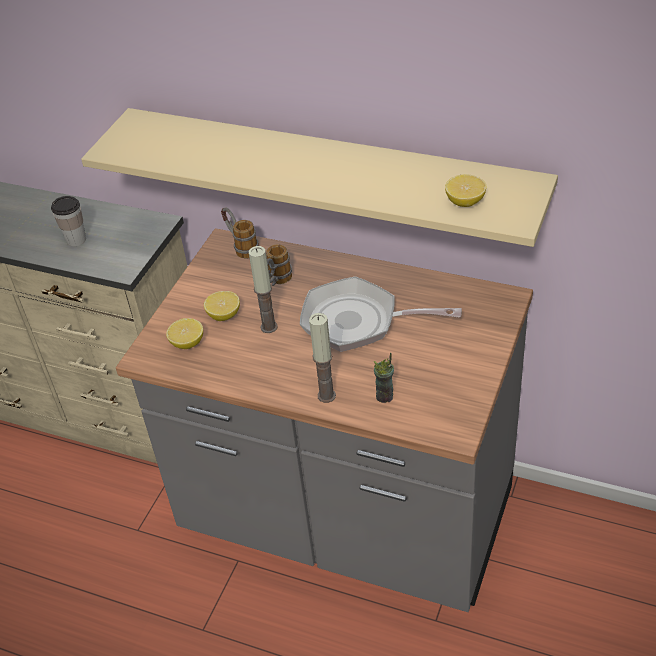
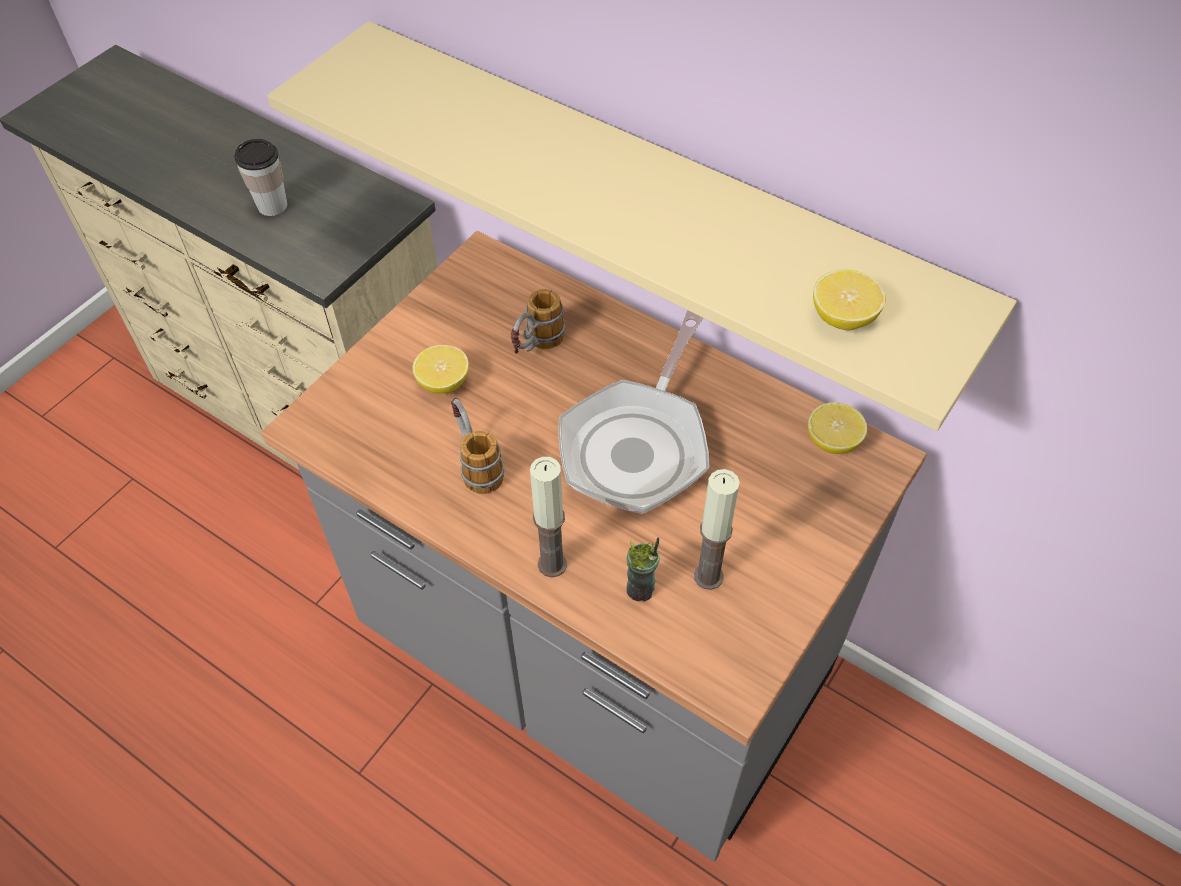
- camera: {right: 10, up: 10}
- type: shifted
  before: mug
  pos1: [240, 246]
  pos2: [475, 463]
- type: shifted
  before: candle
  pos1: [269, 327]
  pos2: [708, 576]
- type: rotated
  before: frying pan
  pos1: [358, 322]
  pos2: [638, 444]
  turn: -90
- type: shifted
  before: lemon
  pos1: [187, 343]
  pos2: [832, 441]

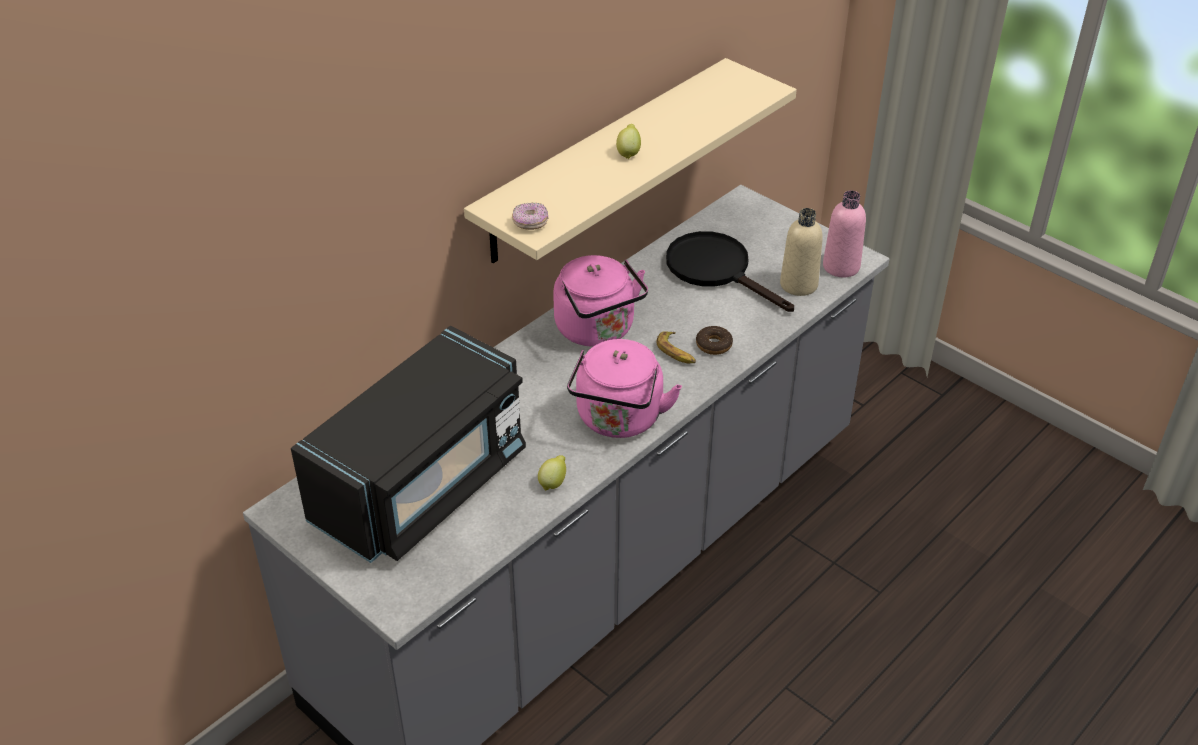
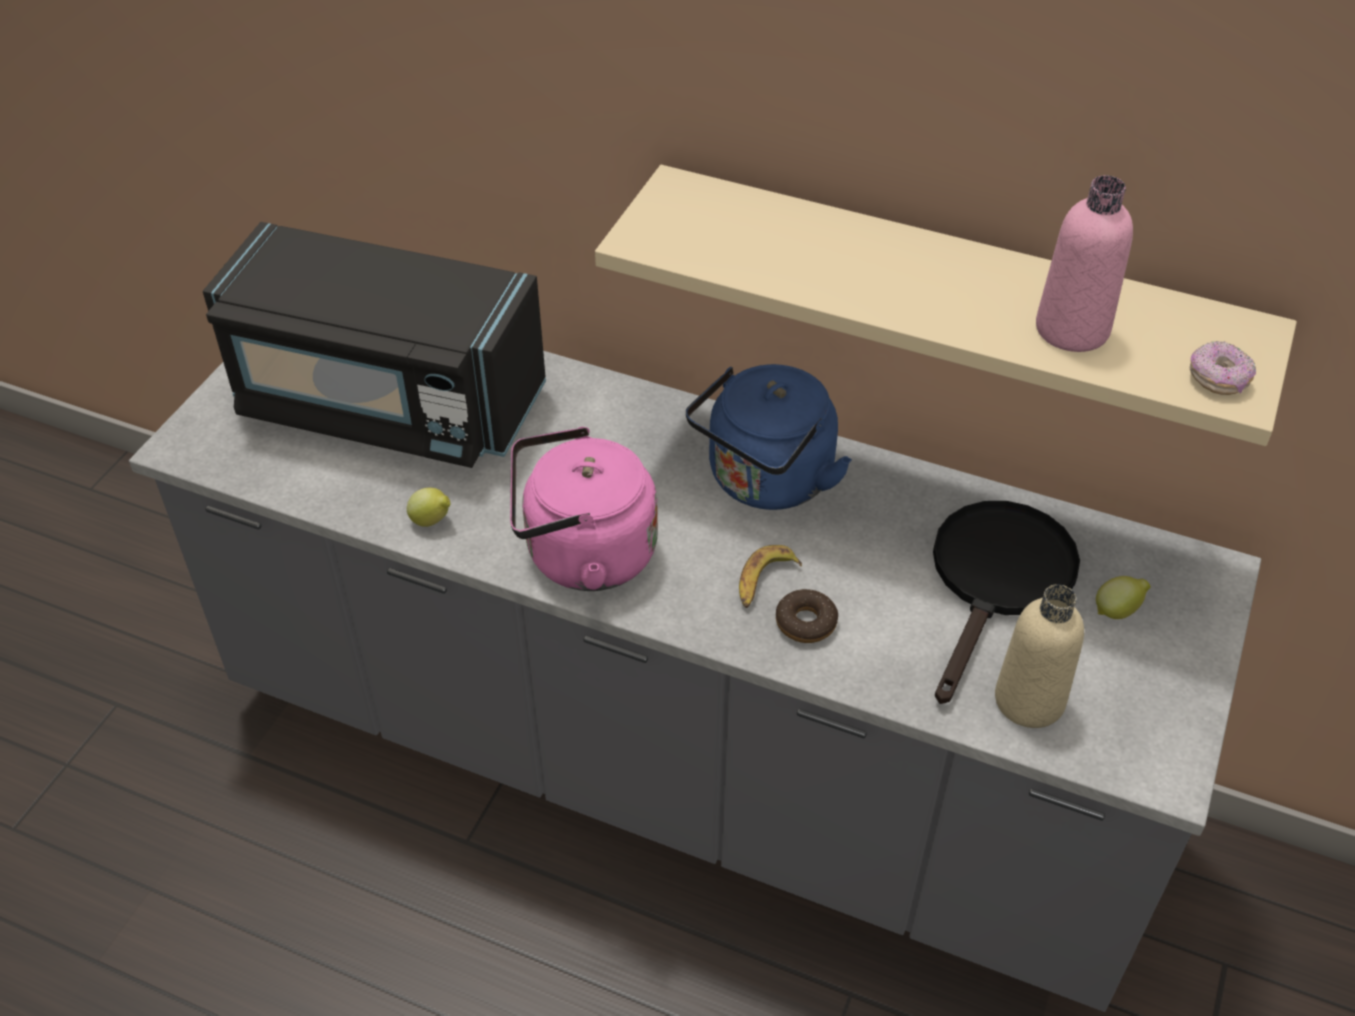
- camera: {right: 70, up: 5}
- type: shifted
  before: lemon
  pos1: [628, 153]
  pos2: [1117, 611]
- type: shifted
  before: pink bottle
  pos1: [841, 266]
  pos2: [1072, 329]
- type: shifted
  before: donut
  pos1: [530, 223]
  pos2: [1218, 379]
- type: repainted
  before: pink kettle
  after: blue kettle
  pos1: [598, 331]
  pos2: [766, 482]

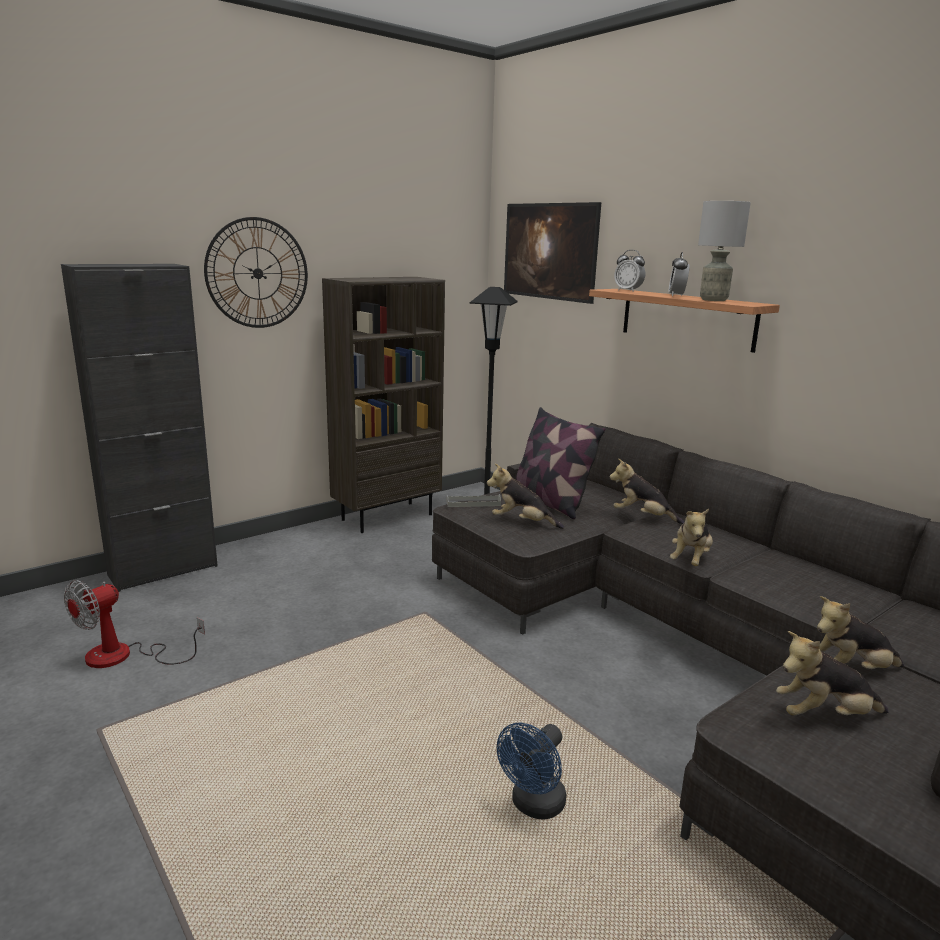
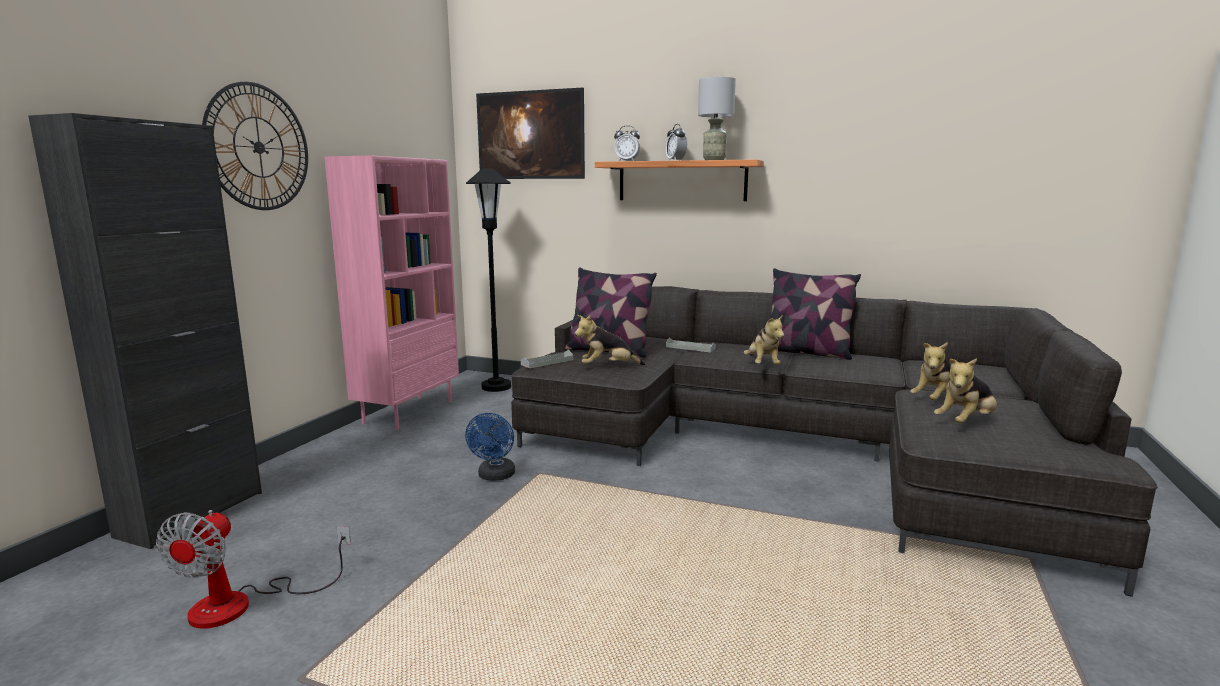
- camera: {right: -30, up: -5}
- type: repainted
  before: brown bookcase
  after: pink bookcase
  pos1: [387, 516]
  pos2: [408, 412]
- type: swapped
  before: plush toy
  after: grey tray
  pos1: [642, 517]
  pos2: [690, 348]
- type: shifted
  before: blue fan
  pos1: [533, 806]
  pos2: [495, 476]
- type: new
  after: pillow
  pos2: [806, 352]

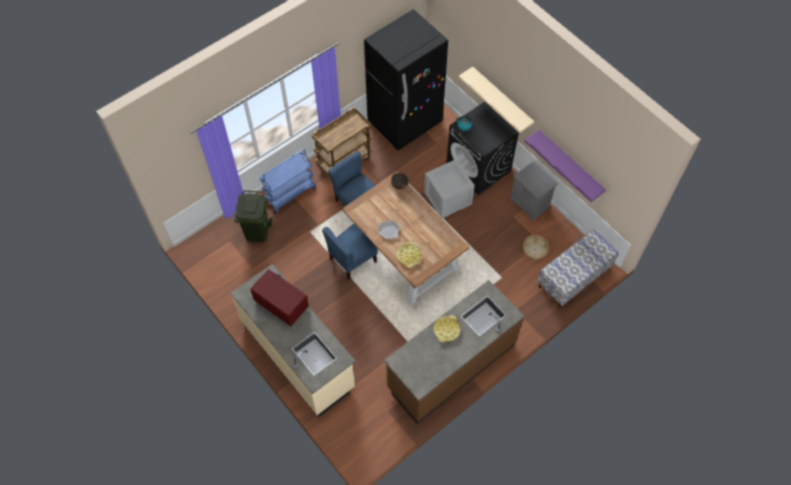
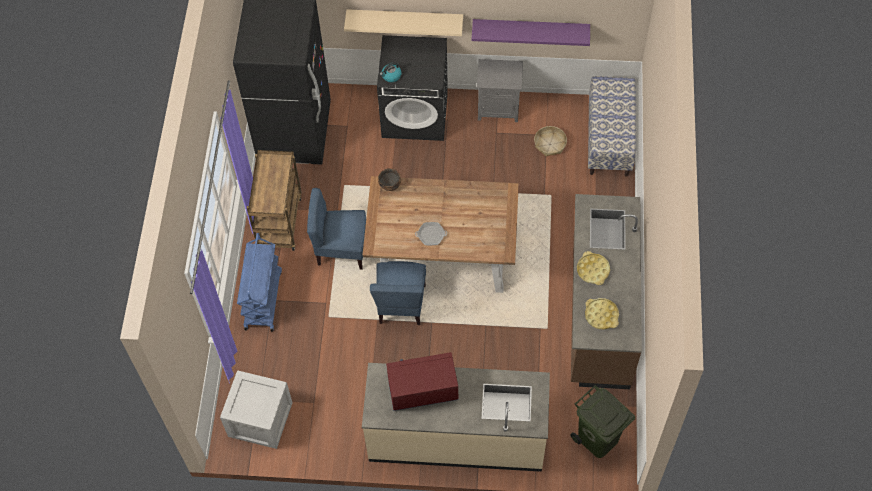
- camera: {right: -45, up: 0}
- type: shifted
  before: crate
  pos1: [447, 198]
  pos2: [260, 419]
- type: shifted
  before: green trash can
  pos1: [256, 232]
  pos2: [597, 439]
- type: shifted
  before: yellow tray
  pos1: [409, 256]
  pos2: [601, 315]

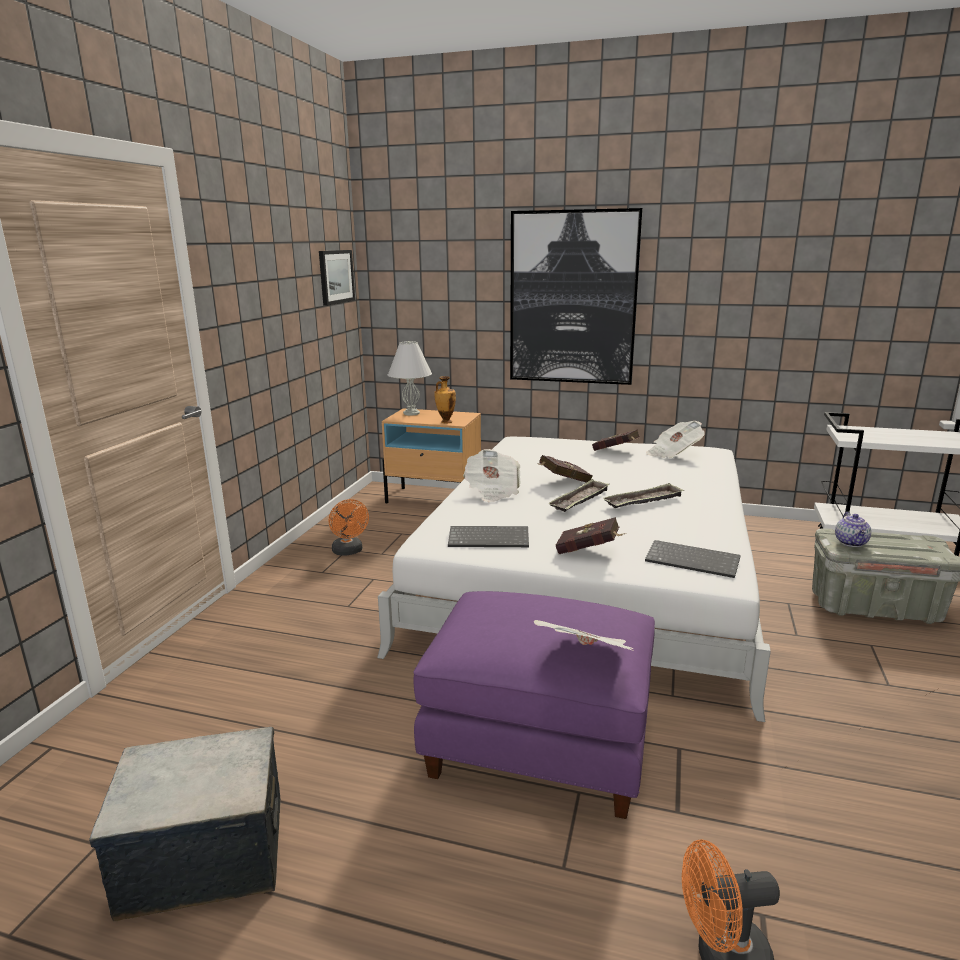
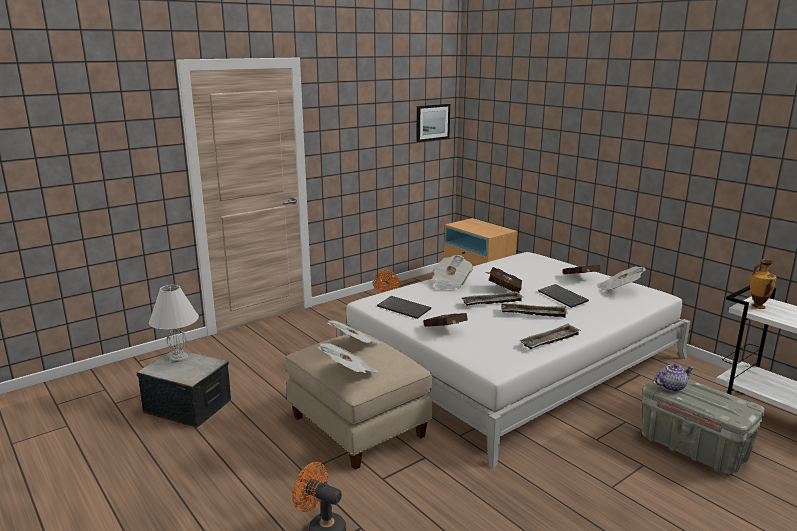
- camera: {right: 35, up: 0}
- type: gone
  before: picture
  pos1: [572, 298]
- type: shifted
  before: white table lamp
  pos1: [411, 413]
  pos2: [178, 358]
- type: shifted
  before: vase
  pos1: [445, 422]
  pos2: [757, 306]
- type: rotated
  before: teapot
  pos1: [851, 543]
  pos2: [671, 386]
  turn: -150
- type: shifted
  before: keyboard
  pos1: [693, 560]
  pos2: [563, 297]
- type: repainted
  before: purple ottoman
  after: beige ottoman
  pos1: [540, 744]
  pos2: [359, 426]
- type: new
  after: newspaper
  pos2: [354, 345]
- type: new
  after: tray
  pos2: [550, 340]

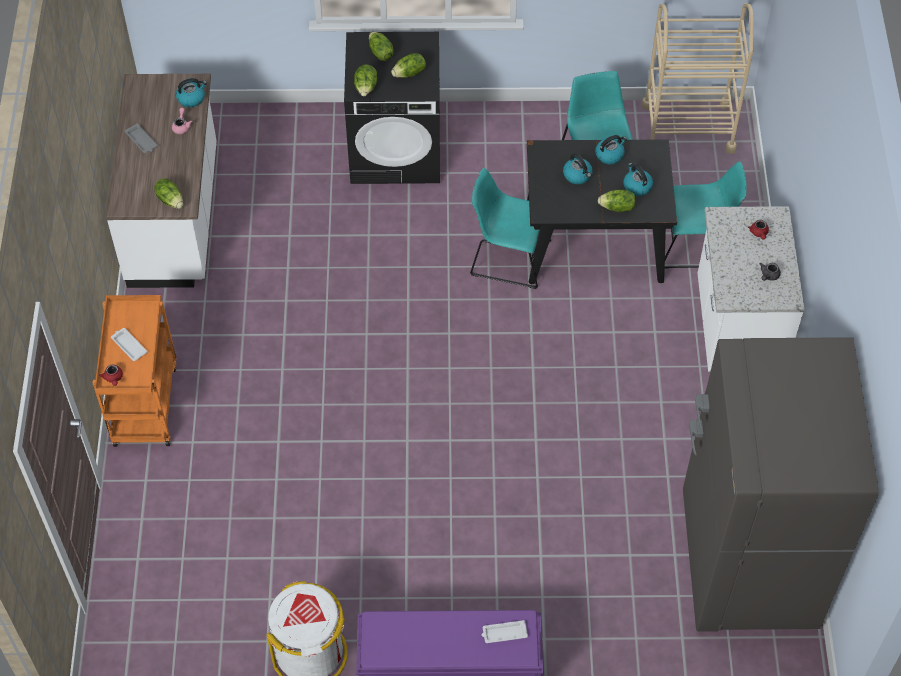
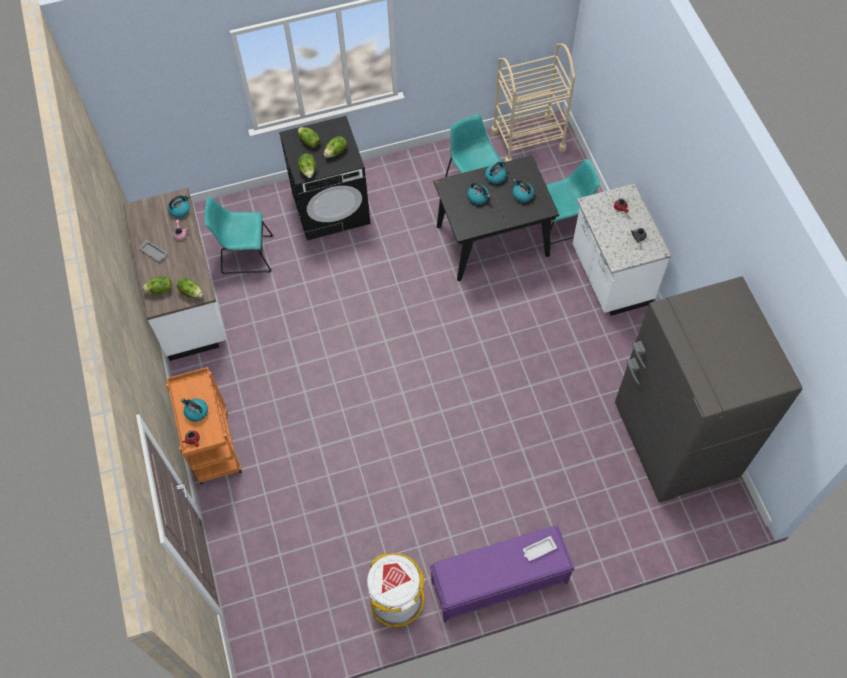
- camera: {right: -15, up: 5}
- type: shifted
  before: turquoise chair
  pos1: [506, 257]
  pos2: [244, 254]
- type: shifted
  before: lettuce
  pos1: [617, 207]
  pos2: [160, 290]
- type: swapped
  before: white tray
  after: kettle
  pos1: [129, 345]
  pos2: [196, 412]

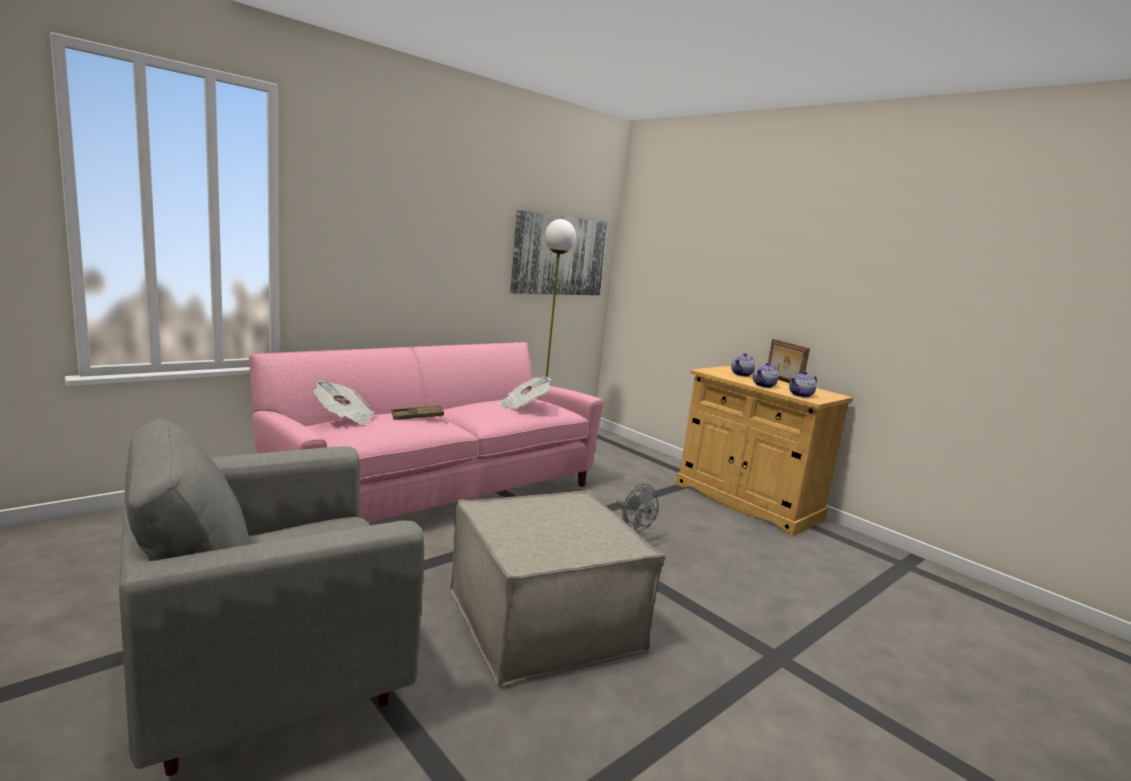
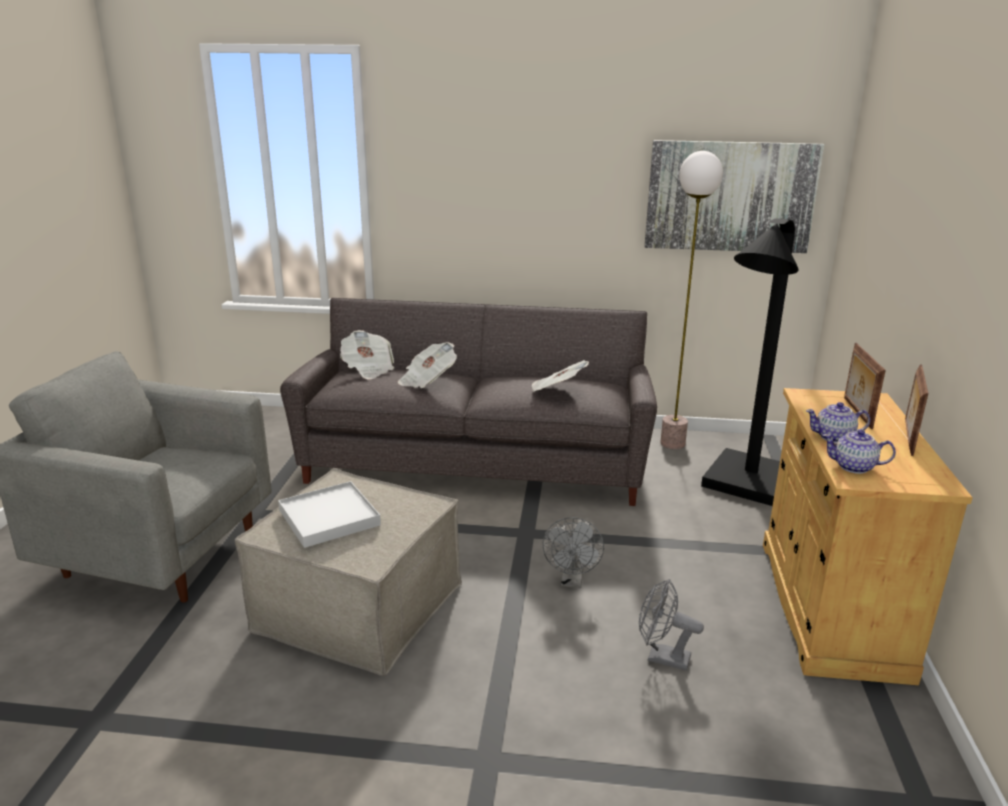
- camera: {right: 50, up: 10}
- type: repainted
  before: pink sofa
  after: grey sofa
  pos1: [435, 491]
  pos2: [476, 460]
- type: swapped
  before: teapot
  after: picture frame
  pos1: [742, 374]
  pos2: [856, 412]
- type: swapped
  before: brown tray
  after: newspaper
  pos1: [417, 416]
  pos2: [427, 380]
- type: new
  after: black floor lamp
  pos2: [745, 487]
- type: new
  after: white tray
  pos2: [329, 518]
- type: new
  after: grey fan
  pos2: [661, 657]

